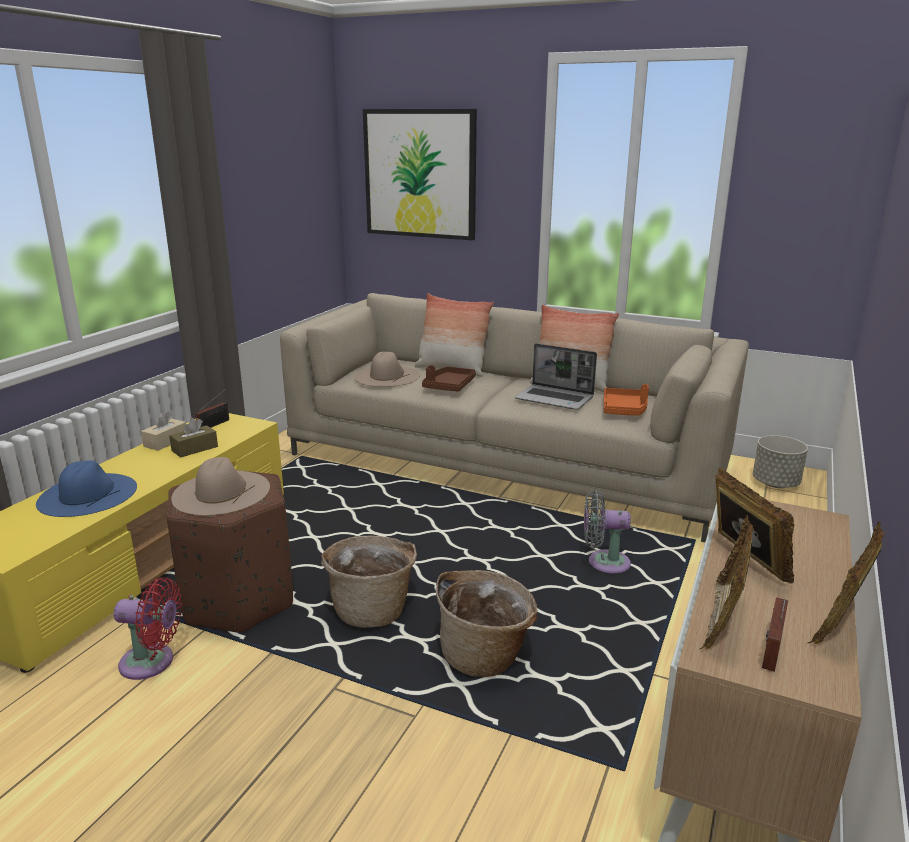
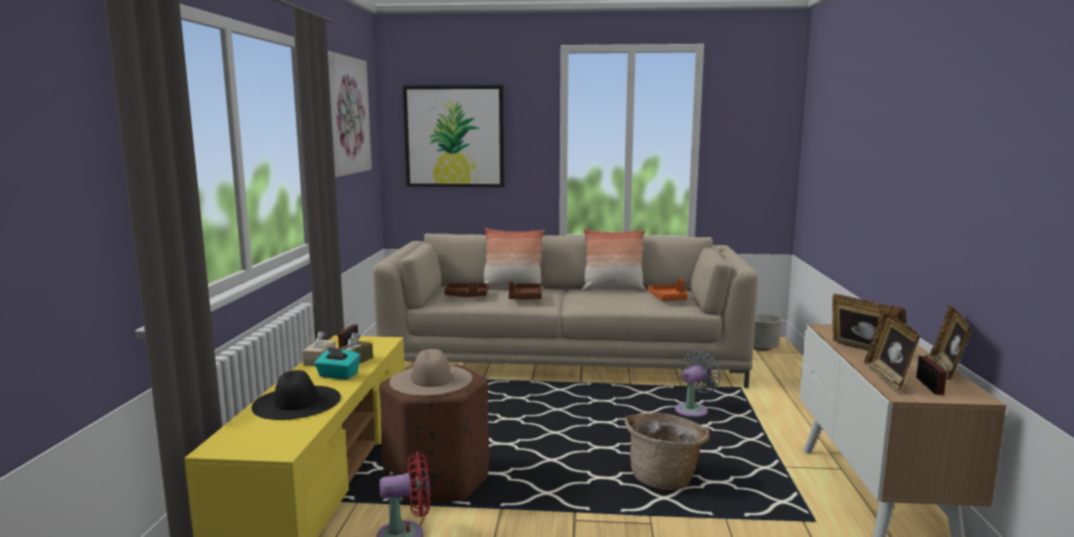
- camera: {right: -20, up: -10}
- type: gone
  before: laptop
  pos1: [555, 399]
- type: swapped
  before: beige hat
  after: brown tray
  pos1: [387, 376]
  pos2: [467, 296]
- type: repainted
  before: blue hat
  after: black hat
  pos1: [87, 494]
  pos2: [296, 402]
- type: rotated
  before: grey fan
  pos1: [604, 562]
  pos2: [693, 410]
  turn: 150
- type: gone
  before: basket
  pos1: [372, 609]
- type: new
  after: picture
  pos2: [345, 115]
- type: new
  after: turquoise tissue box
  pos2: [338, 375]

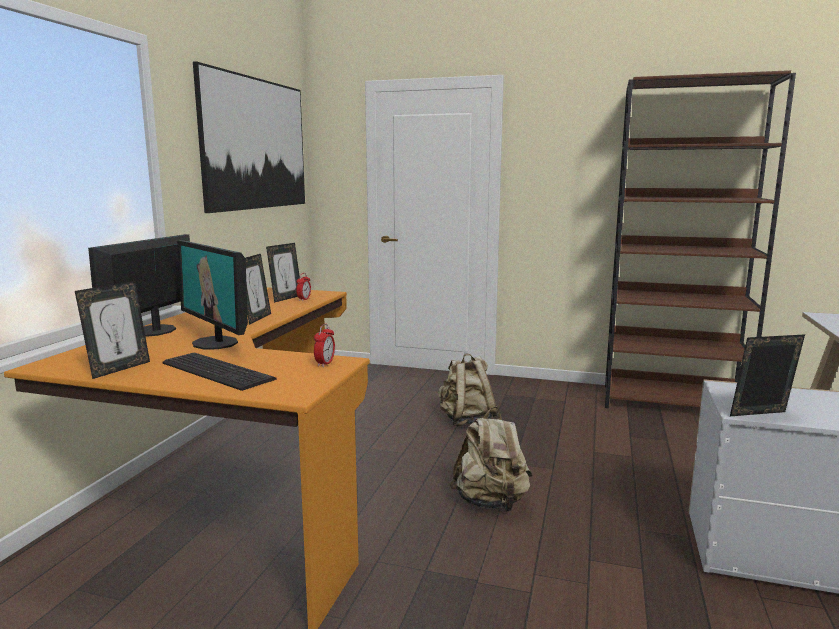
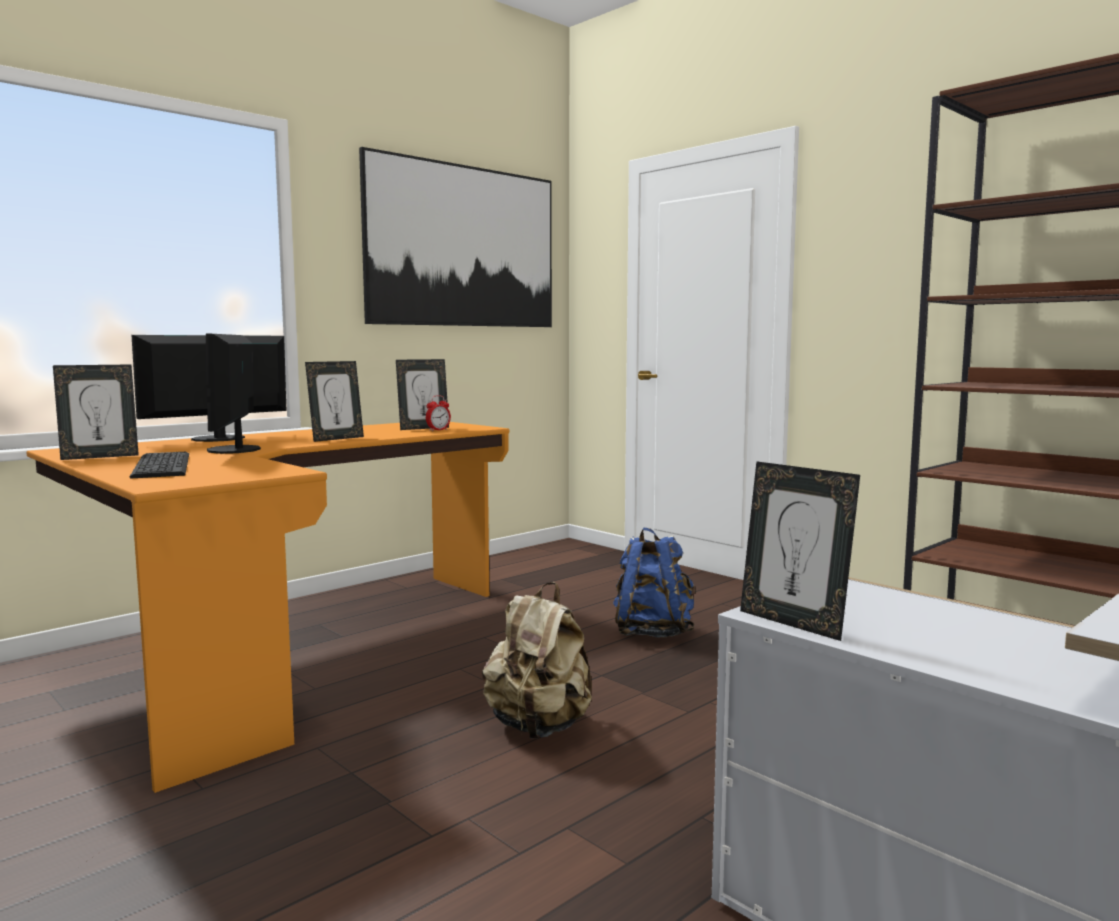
- camera: {right: 30, up: -5}
- type: gone
  before: alarm clock
  pos1: [325, 363]
- type: rotated
  before: picture frame
  pos1: [761, 416]
  pos2: [793, 623]
  turn: -150
- type: repainted
  before: beige backpack
  after: blue backpack
  pos1: [466, 420]
  pos2: [652, 632]

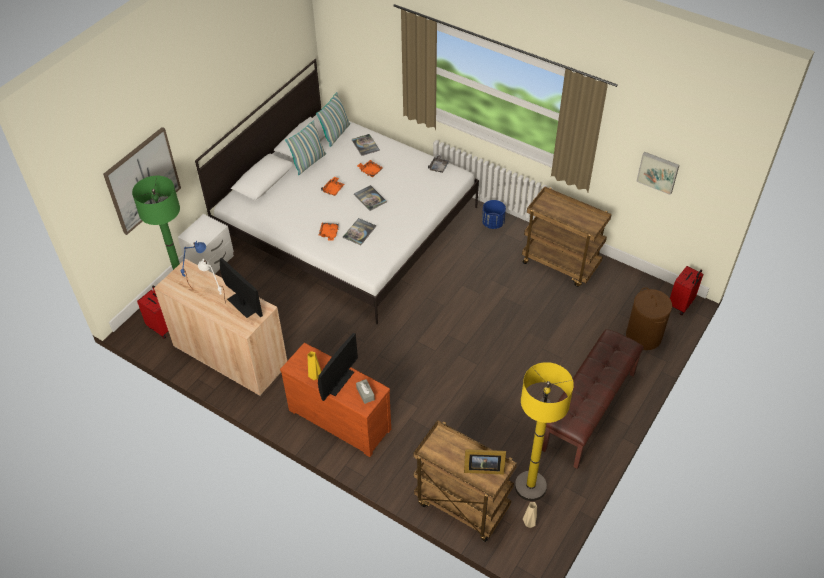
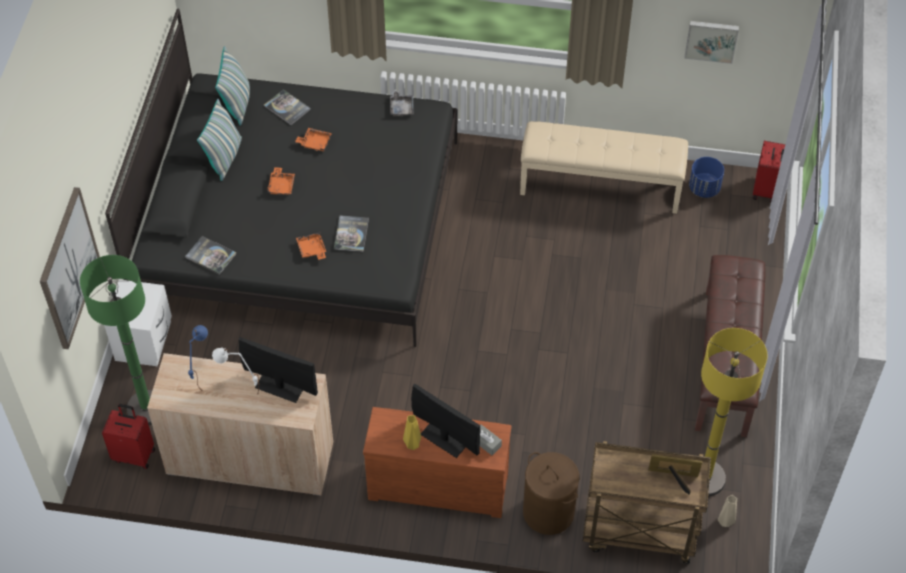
- camera: {right: -25, up: 5}
- type: repainted
  before: white bed
  after: black bed
  pos1: [347, 223]
  pos2: [300, 223]
- type: shifted
  before: book
  pos1: [370, 198]
  pos2: [210, 255]
- type: swapped
  before: brown cart
  after: beige bench
  pos1: [561, 264]
  pos2: [601, 185]
- type: shifted
  before: blue planter
  pos1: [493, 223]
  pos2: [704, 188]
- type: shifted
  before: brown laundry basket
  pos1: [643, 336]
  pos2: [548, 512]
- type: rotated
  before: monitor
  pos1: [338, 380]
  pos2: [444, 439]
  turn: -60
- type: rotated
  before: picture frame
  pos1: [482, 468]
  pos2: [674, 478]
  turn: -150

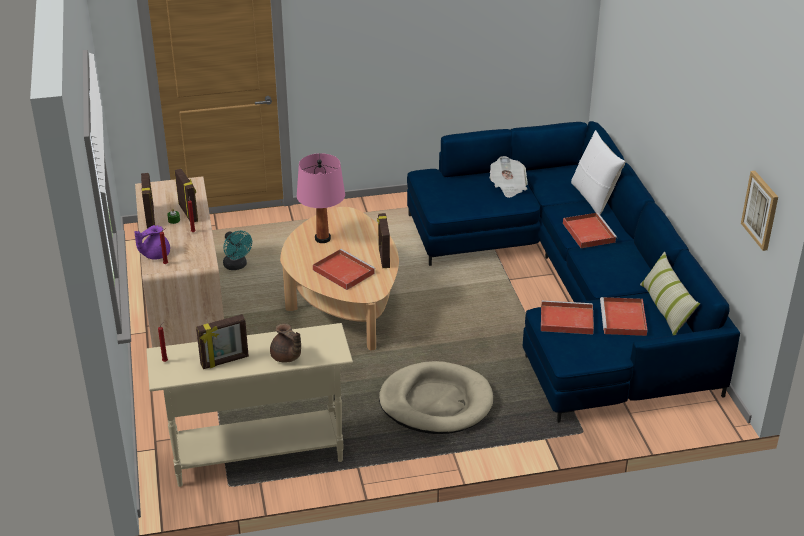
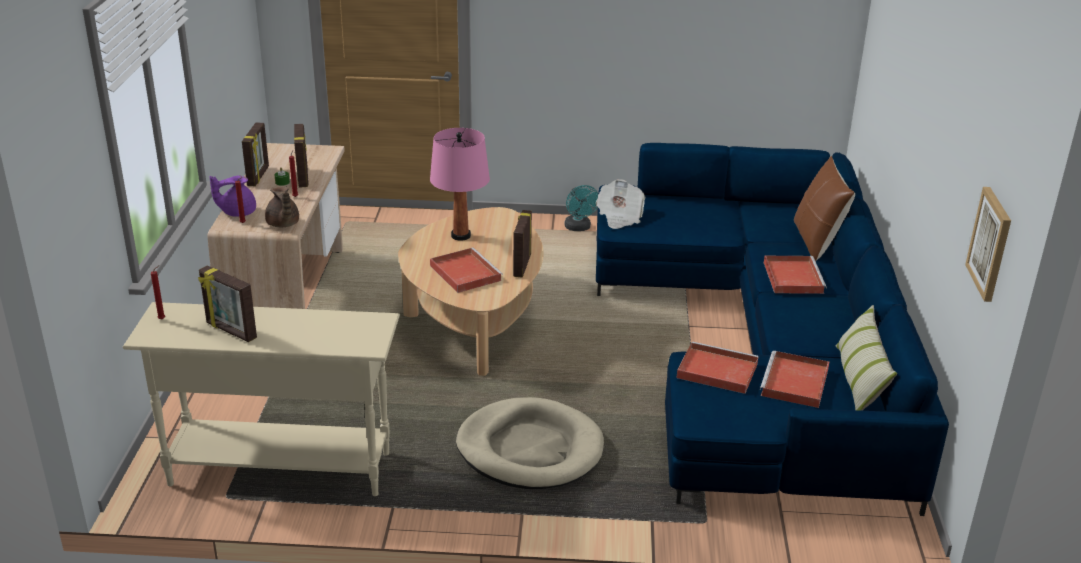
- camera: {right: 15, up: -5}
- type: repainted
  before: white pillow
  after: brown pillow
  pos1: [593, 197]
  pos2: [817, 241]
- type: shifted
  before: newspaper
  pos1: [508, 186]
  pos2: [619, 217]
- type: shifted
  before: turquoise fan
  pos1: [237, 266]
  pos2: [579, 228]
- type: rotated
  before: picture frame
  pos1: [225, 361]
  pos2: [230, 331]
  turn: 45
- type: shifted
  before: brown teapot
  pos1: [286, 357]
  pos2: [283, 224]

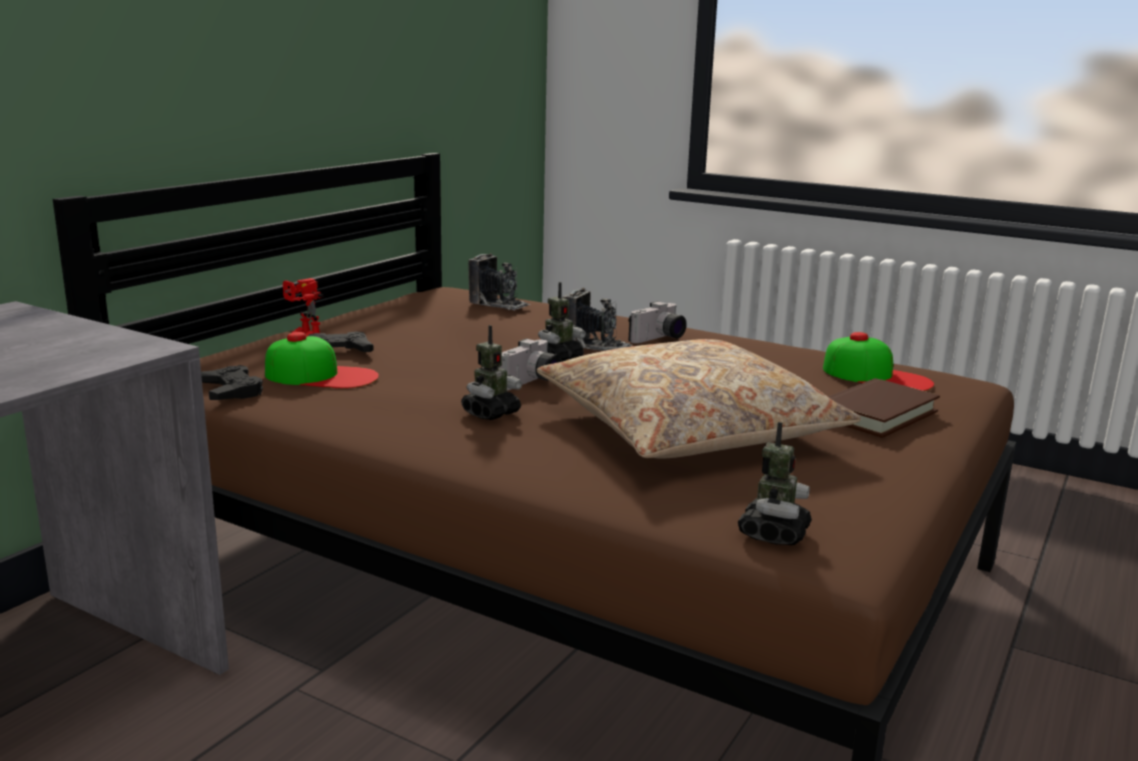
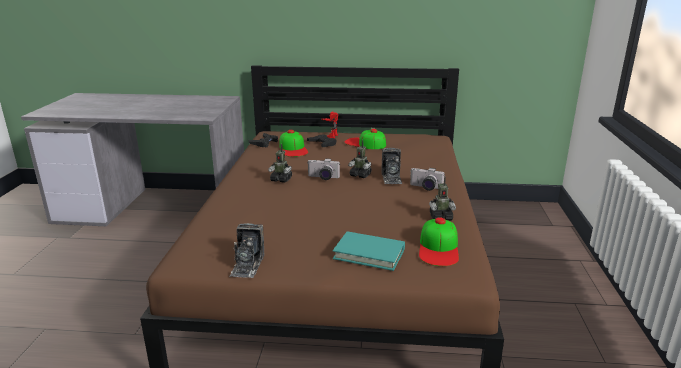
- camera: {right: 65, up: 5}
- type: shifted
  before: photo camera
  pos1: [499, 304]
  pos2: [247, 265]
- type: gone
  before: beige pillow
  pos1: [689, 429]
- type: repainted
  before: brown book
  after: turquoise book
  pos1: [876, 414]
  pos2: [369, 254]
- type: shifted
  before: toy robot
  pos1: [773, 533]
  pos2: [440, 217]
- type: new
  after: cap
  pos2: [365, 143]

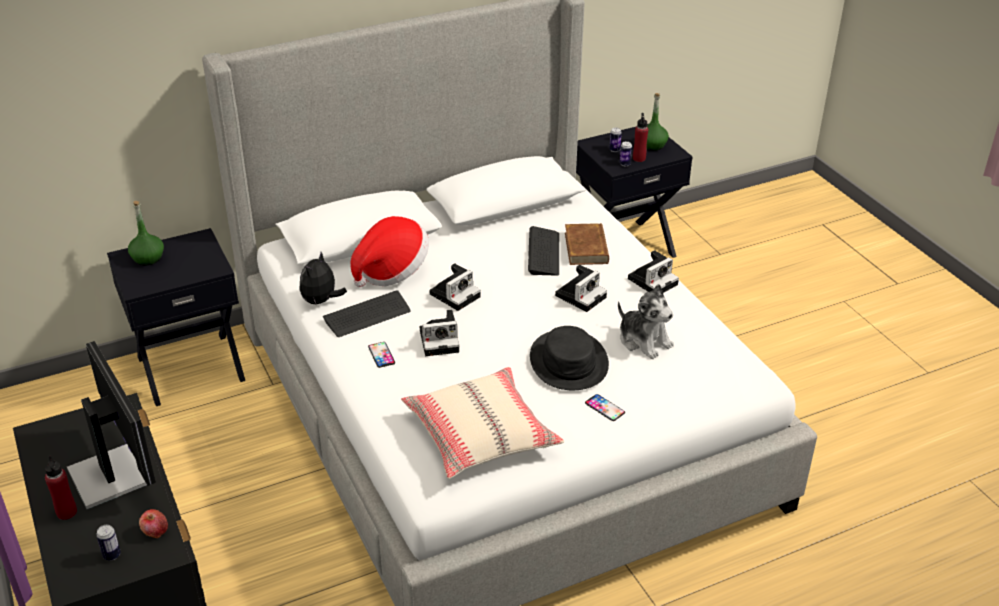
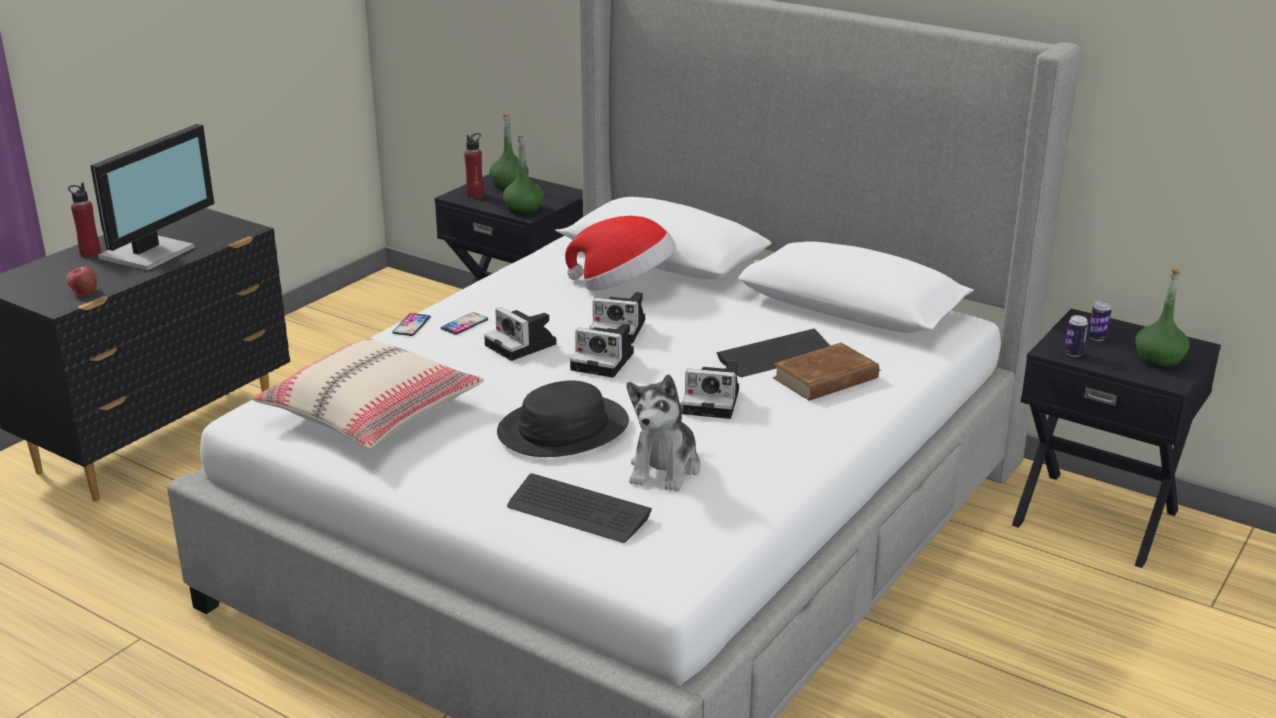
- camera: {right: 60, up: -10}
- type: shifted
  before: red bottle
  pos1: [639, 158]
  pos2: [475, 195]
- type: shifted
  before: photo camera
  pos1: [653, 280]
  pos2: [605, 361]
- type: gone
  before: plush toy
  pos1: [321, 301]
- type: shifted
  before: keyboard
  pos1: [367, 315]
  pos2: [578, 511]
- type: shifted
  before: phone
  pos1: [604, 408]
  pos2: [411, 325]
- type: gone
  before: can
  pos1: [112, 555]
- type: new
  after: green bottle
  pos2: [523, 209]

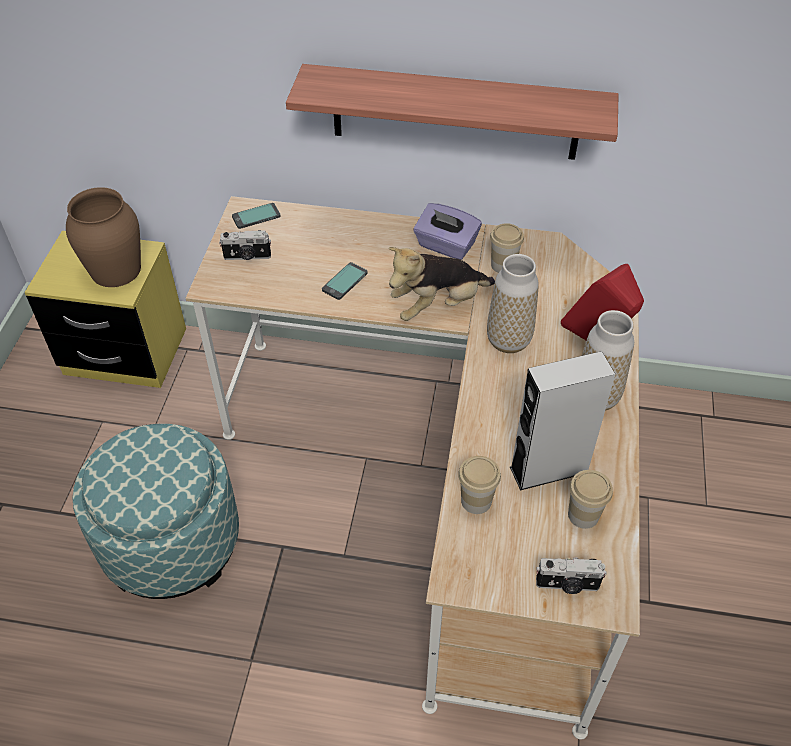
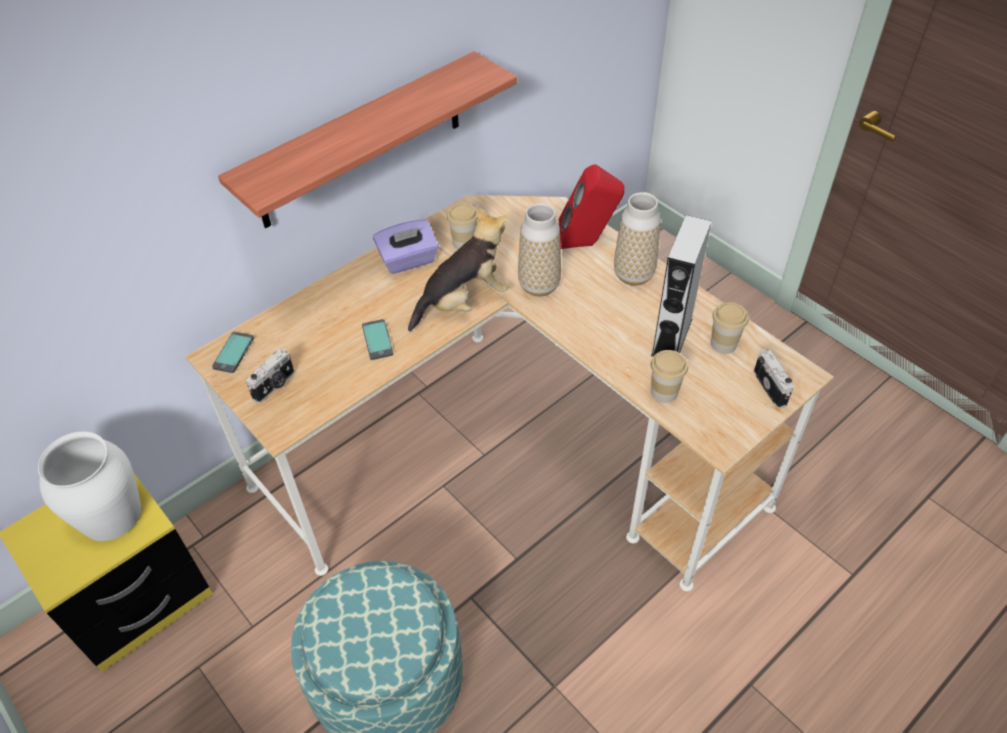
- camera: {right: -50, up: 0}
- type: repainted
  before: brown vase
  after: white vase
  pos1: [115, 269]
  pos2: [110, 514]
- type: rotated
  before: plush toy
  pos1: [437, 305]
  pos2: [463, 302]
  turn: -135
- type: rotated
  before: photo camera
  pos1: [567, 585]
  pos2: [771, 387]
  turn: -60

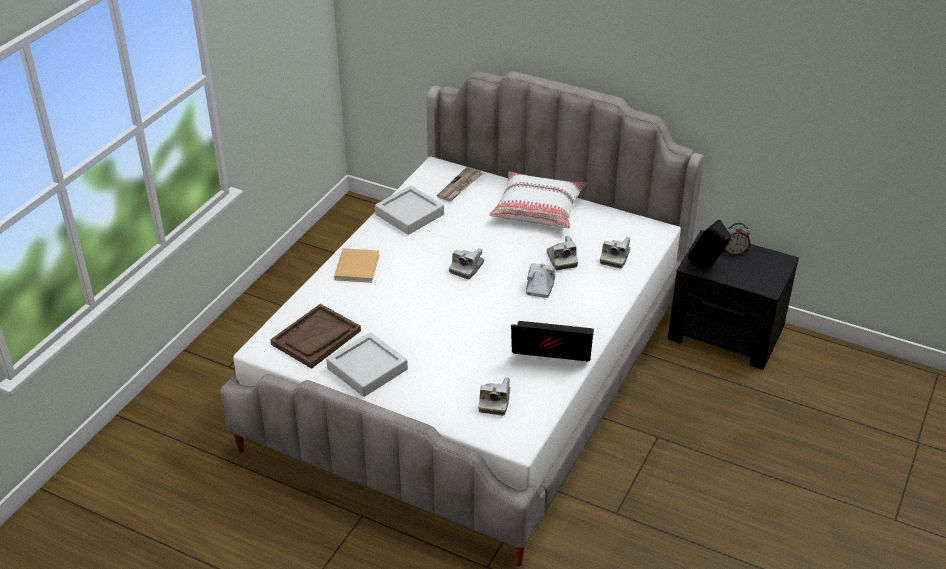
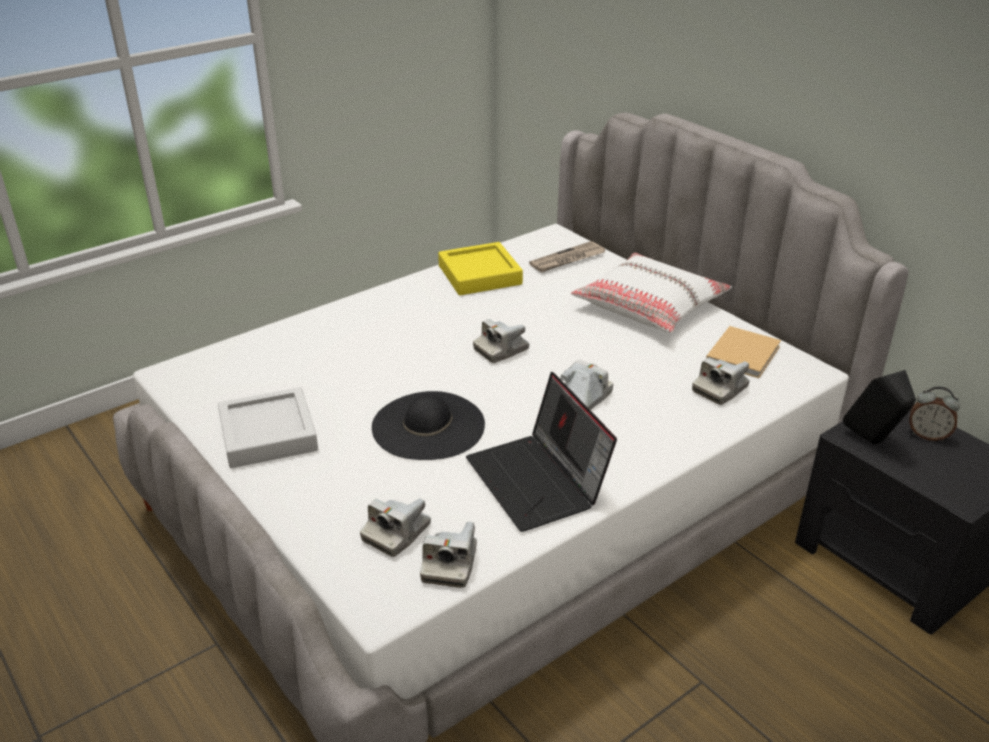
- camera: {right: 25, up: -5}
- type: repainted
  before: grey tray
  after: yellow tray
  pos1: [409, 214]
  pos2: [479, 275]
- type: shifted
  before: photo camera
  pos1: [561, 260]
  pos2: [449, 564]
- type: shifted
  before: beige book
  pos1: [357, 266]
  pos2: [744, 353]
- type: gone
  before: brown tray
  pos1: [316, 338]
- type: rotated
  before: laptop
  pos1: [551, 347]
  pos2: [539, 482]
  turn: -150
- type: new
  after: black hat
  pos2: [428, 426]

